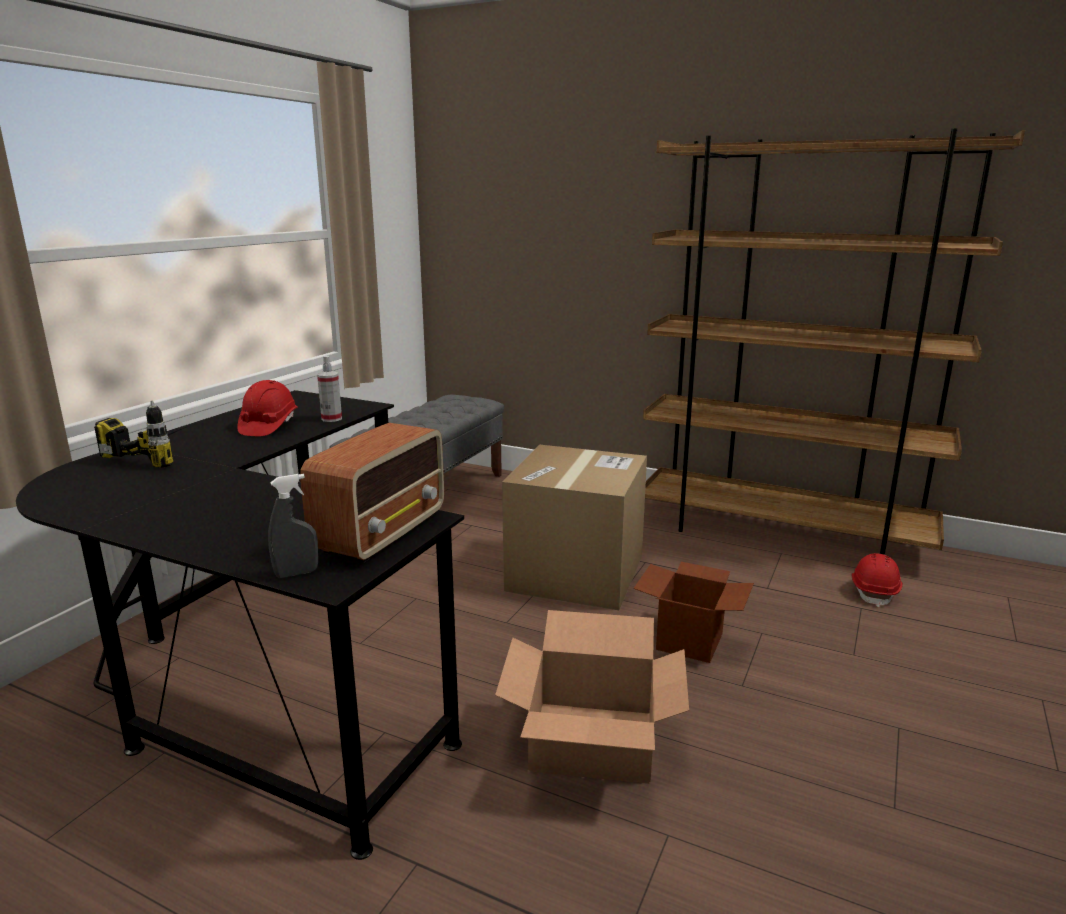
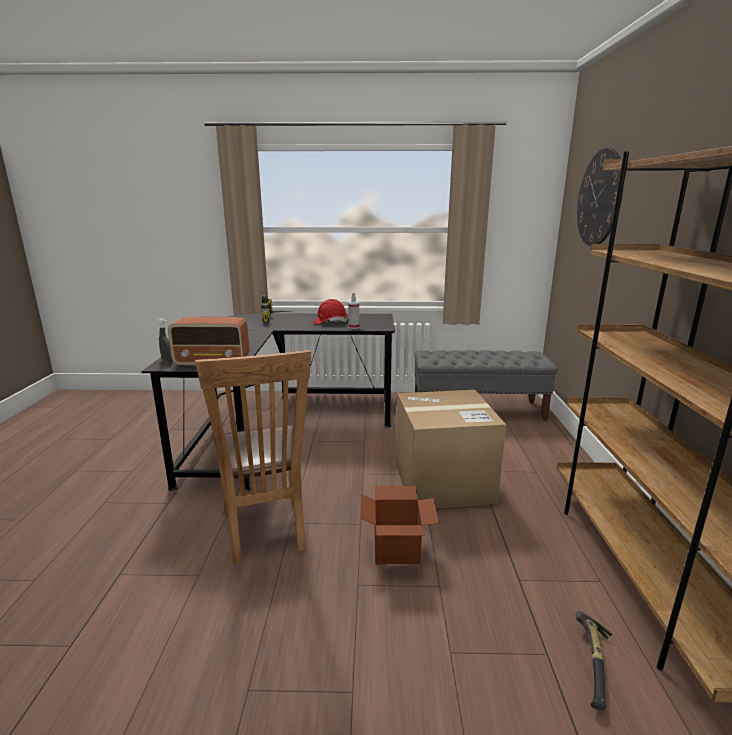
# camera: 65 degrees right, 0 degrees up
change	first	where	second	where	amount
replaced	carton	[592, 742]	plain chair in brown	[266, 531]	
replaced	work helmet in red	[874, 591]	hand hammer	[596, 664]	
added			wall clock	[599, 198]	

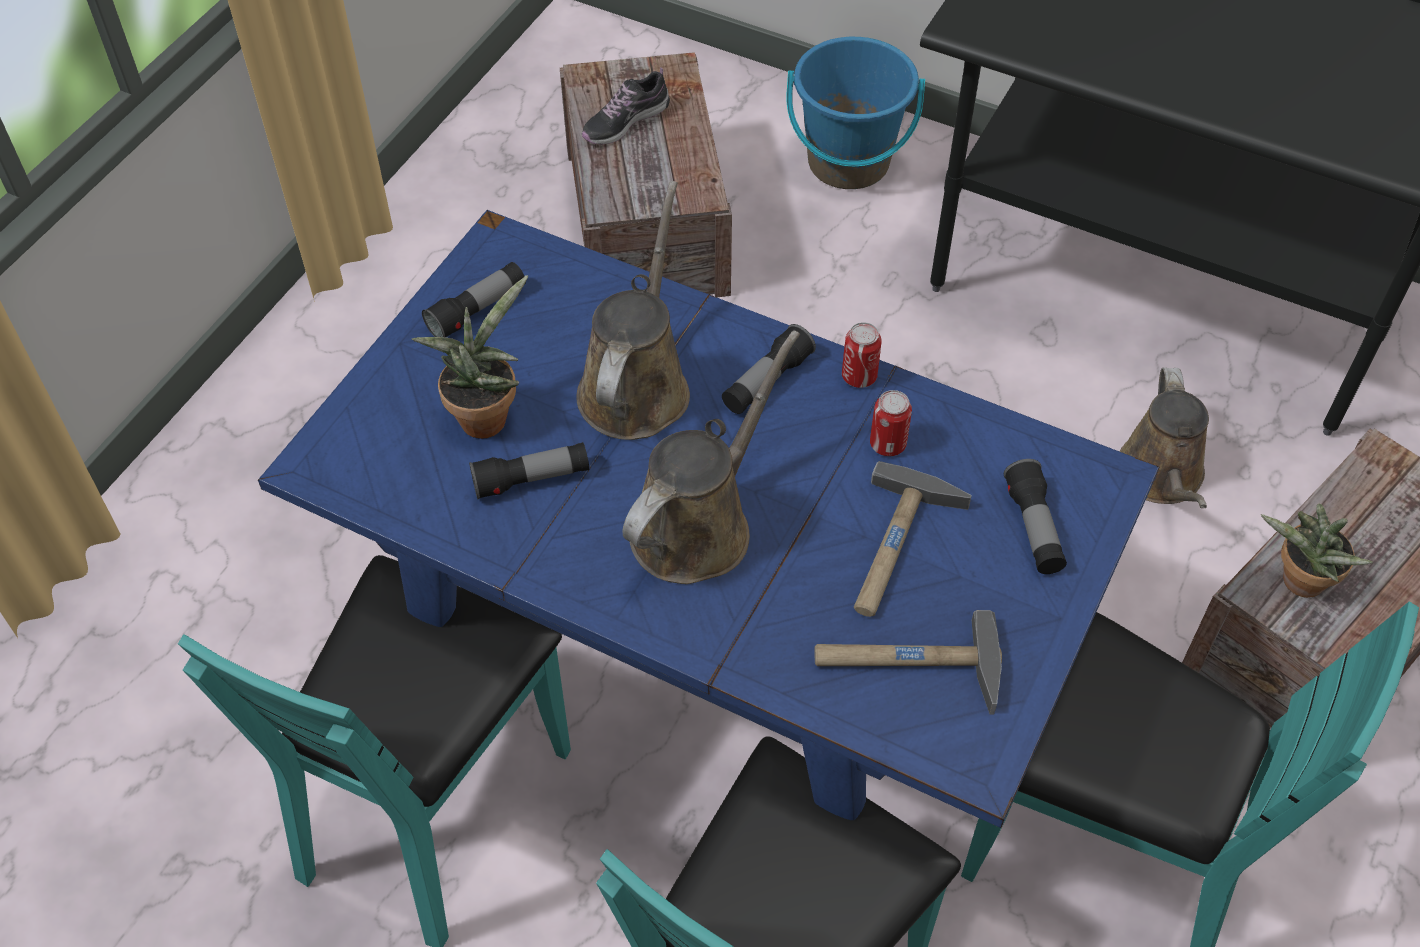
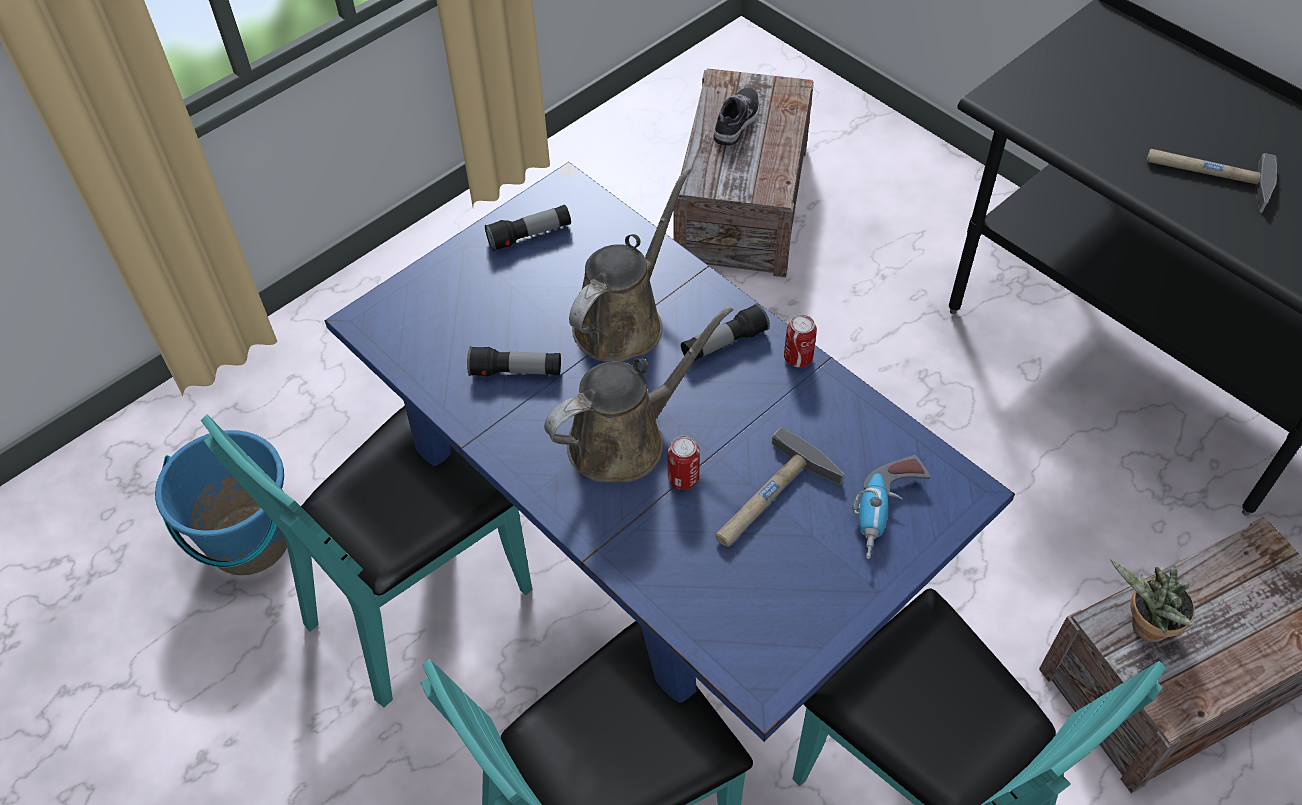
# camera: 20 degrees right, 0 degrees up
change	first	where	second	where	amount
removed	plant in a pot	[485, 414]			
turned	item of footwear	[625, 122]		[737, 122]	135 degrees clockwise
moved	water bucket in blue	[848, 163]		[249, 541]	
moved	hand hammer	[907, 666]		[1208, 176]	
moved	metal can	[888, 444]		[683, 478]	
replaced	flashlight	[1033, 528]	drill	[887, 514]	
removed	watering can in brown	[1161, 477]			

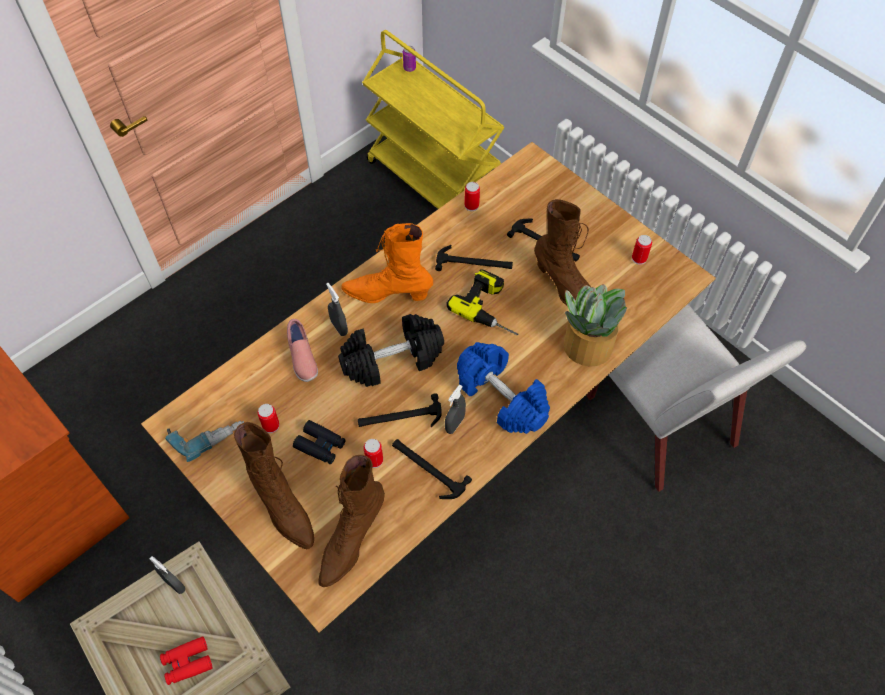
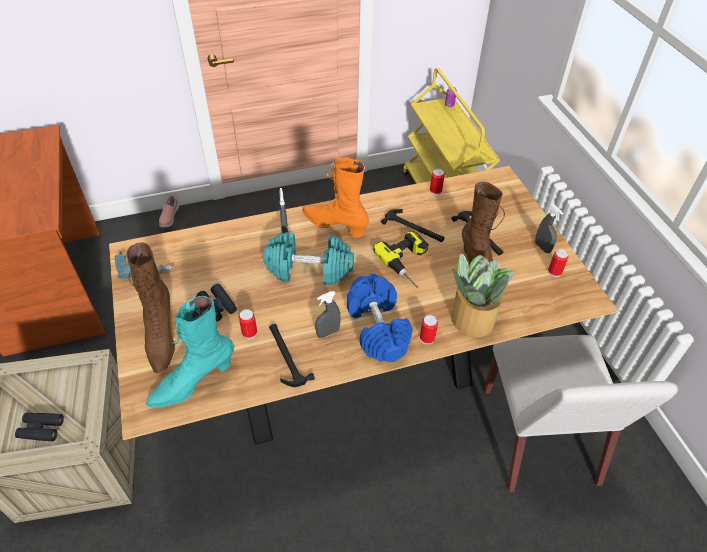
# camera: 25 degrees right, 10 degrees down
change	first	where	second	where	amount
moved	spray bottle in gray	[175, 584]		[542, 247]	
recoloured	binoculars in red	[187, 662]	binoculars in blackish	[41, 429]	
moved	metal can	[271, 426]		[427, 338]	
moved	item of footwear in pink	[302, 358]		[169, 218]	
recoloured	boot in brown	[351, 540]	boot in blue-green	[193, 382]	
recoloured	dumbbell in blackish	[392, 359]	dumbbell in blue-green	[309, 269]	
removed	hand hammer	[400, 417]			

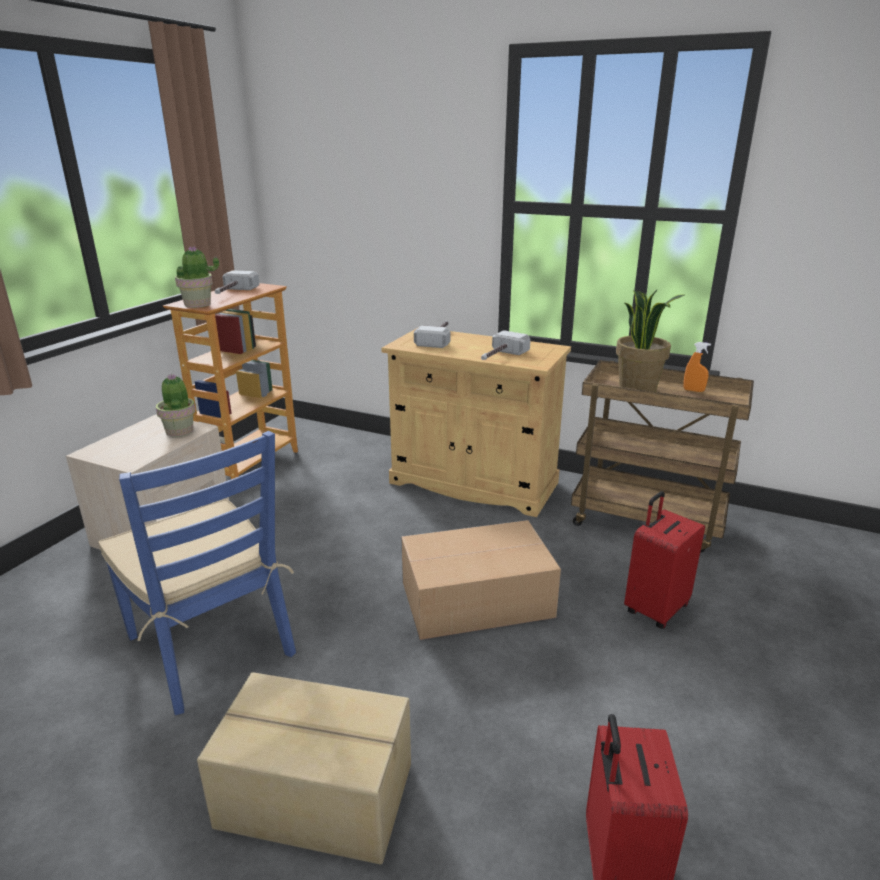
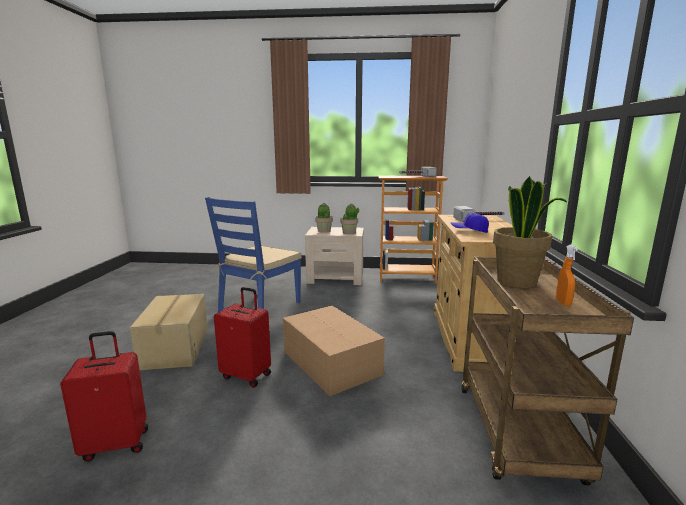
# camera: 70 degrees right, 10 degrees down
change	first	where	second	where	amount
moved	plant in a pot	[198, 304]		[324, 231]	
replaced	hand hammer	[499, 357]	peaked cap in blue	[469, 231]	
moved	suitcase in red	[655, 609]		[247, 375]	

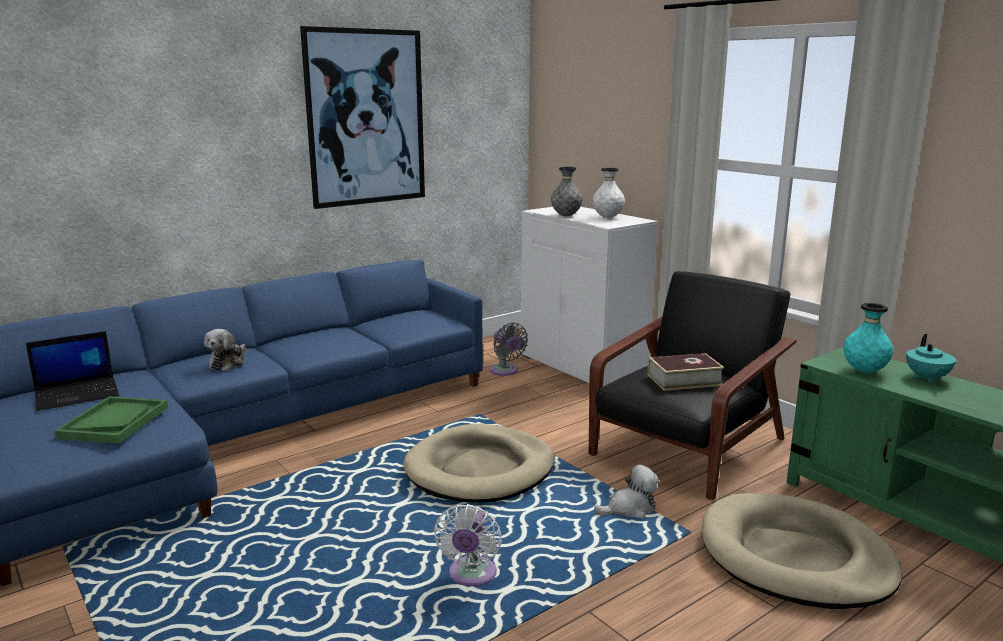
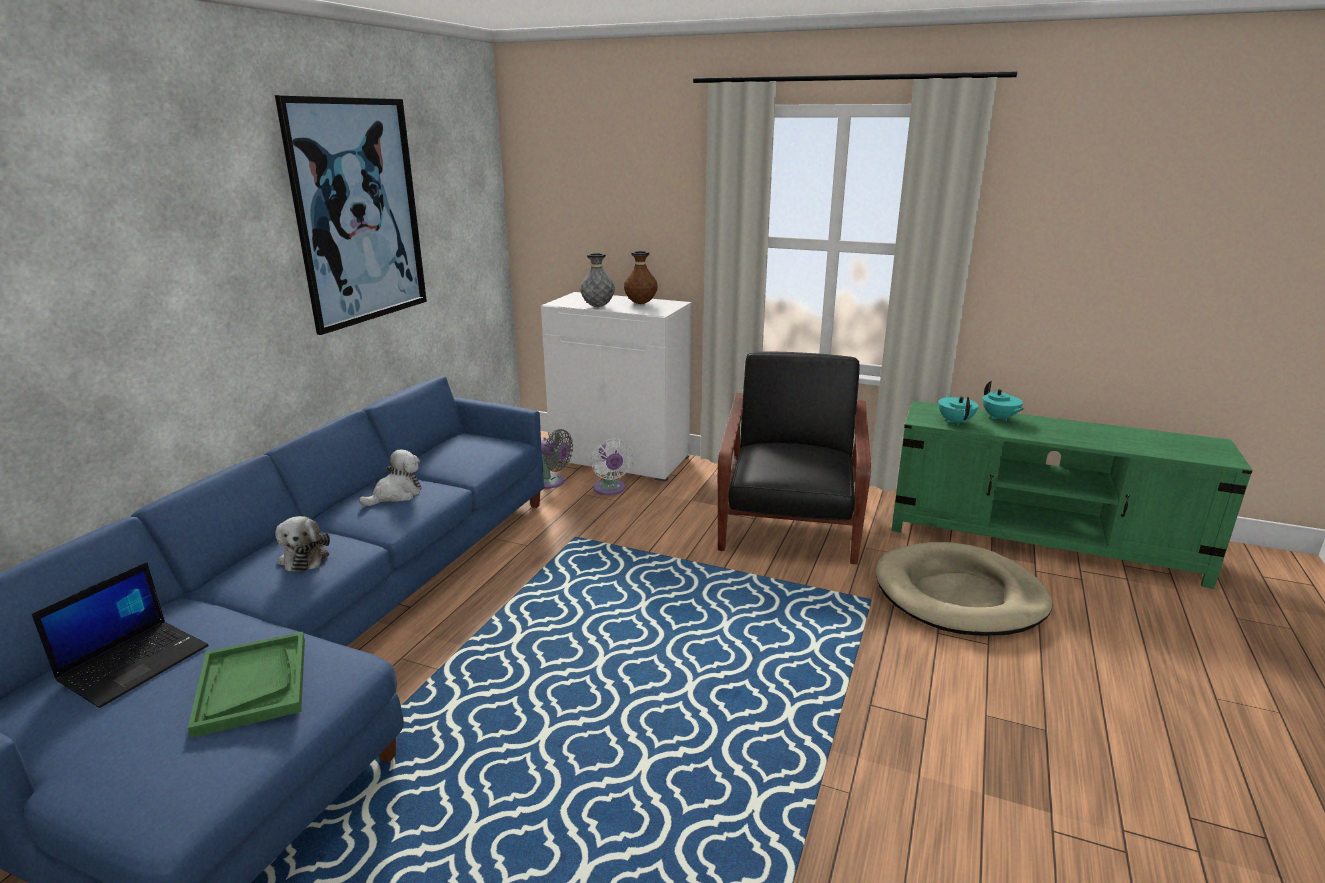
# camera: 30 degrees left, 5 degrees up
change	first	where	second	where	amount
removed	dog cushion in beige-coloured	[480, 469]			
moved	fan in whitish	[471, 576]		[610, 489]	
recoloured	flower vase in whitish	[607, 217]	flower vase in brown	[640, 303]	
moved	plush toy	[629, 509]		[396, 495]	
removed	book	[684, 380]			
replaced	flower vase in blue-green	[864, 371]	pot for tea in blue-green	[955, 421]	

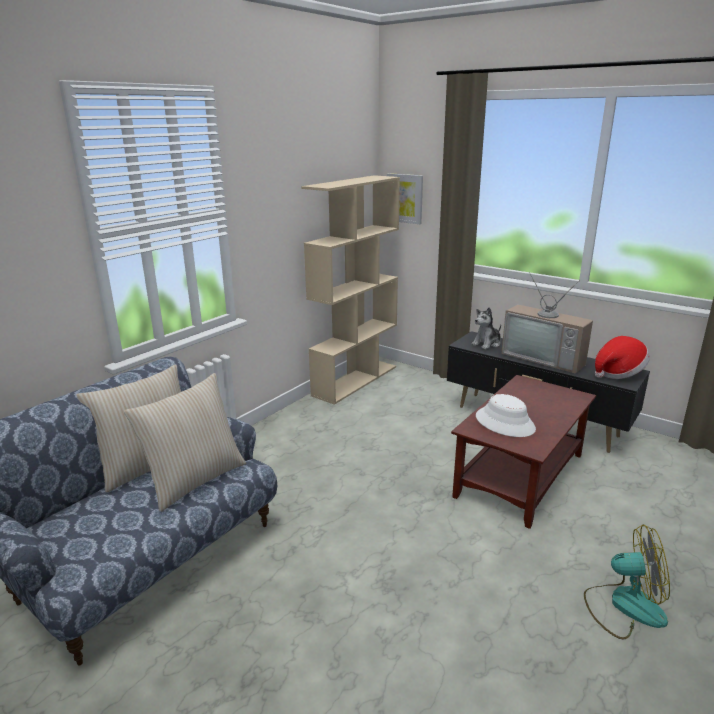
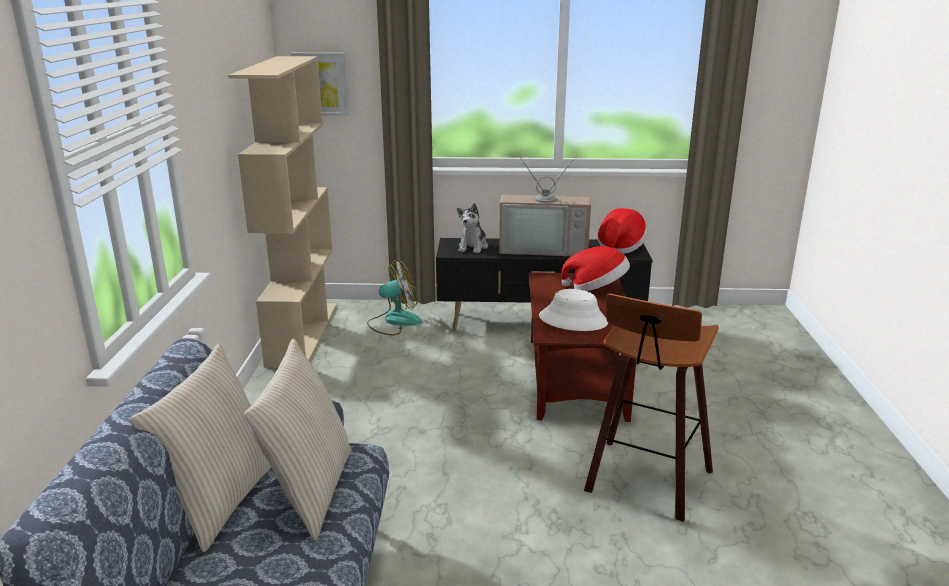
# camera: 35 degrees left, 0 degrees up
change	first	where	second	where	amount
moved	fan	[624, 606]		[394, 321]	
added			hat	[596, 288]	
added			sitting stool	[645, 482]	

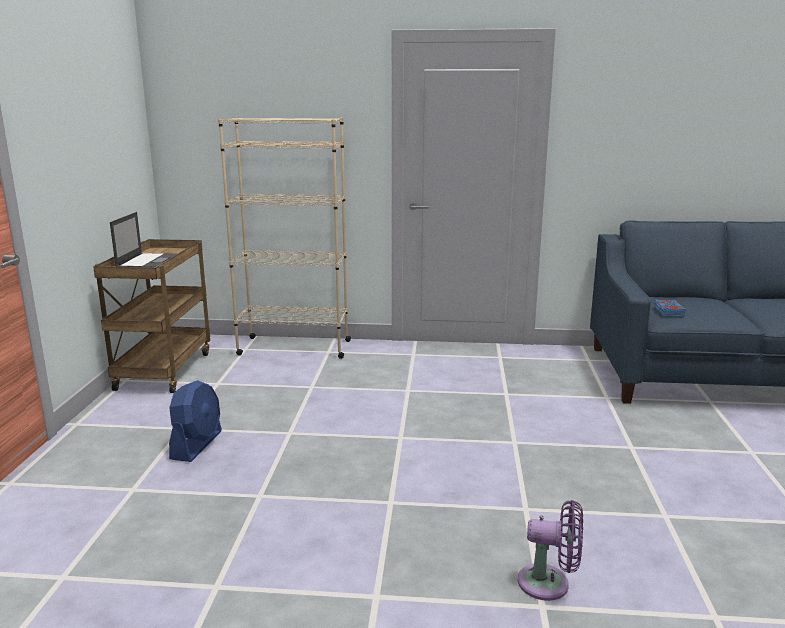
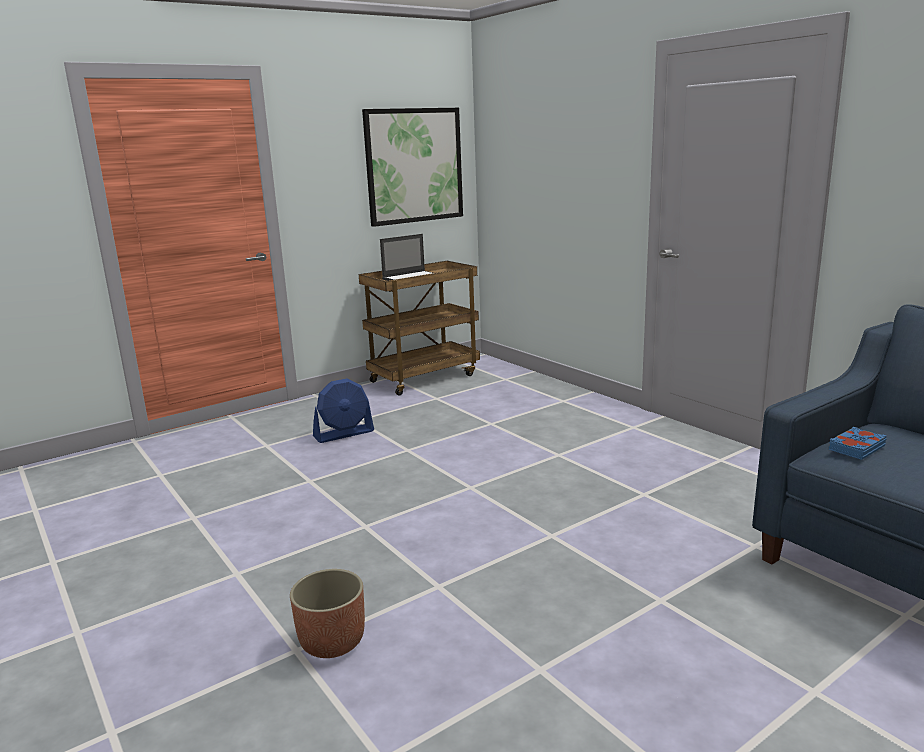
# camera: 50 degrees right, 0 degrees up
change	first	where	second	where	amount
removed	bookshelf in beige-coloured	[294, 347]			
replaced	fan in purple-coloured	[549, 584]	flower pot	[332, 641]	
added			picture	[414, 166]	

